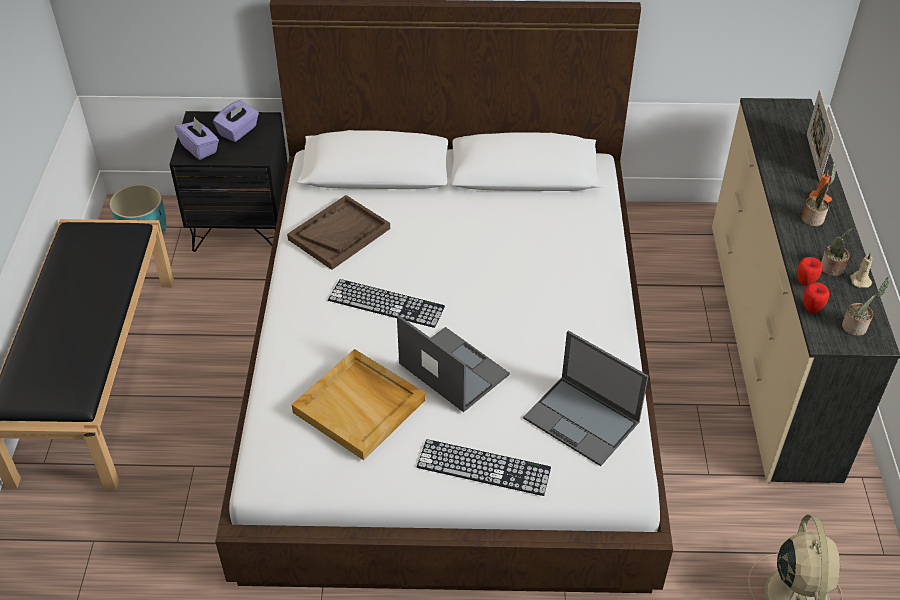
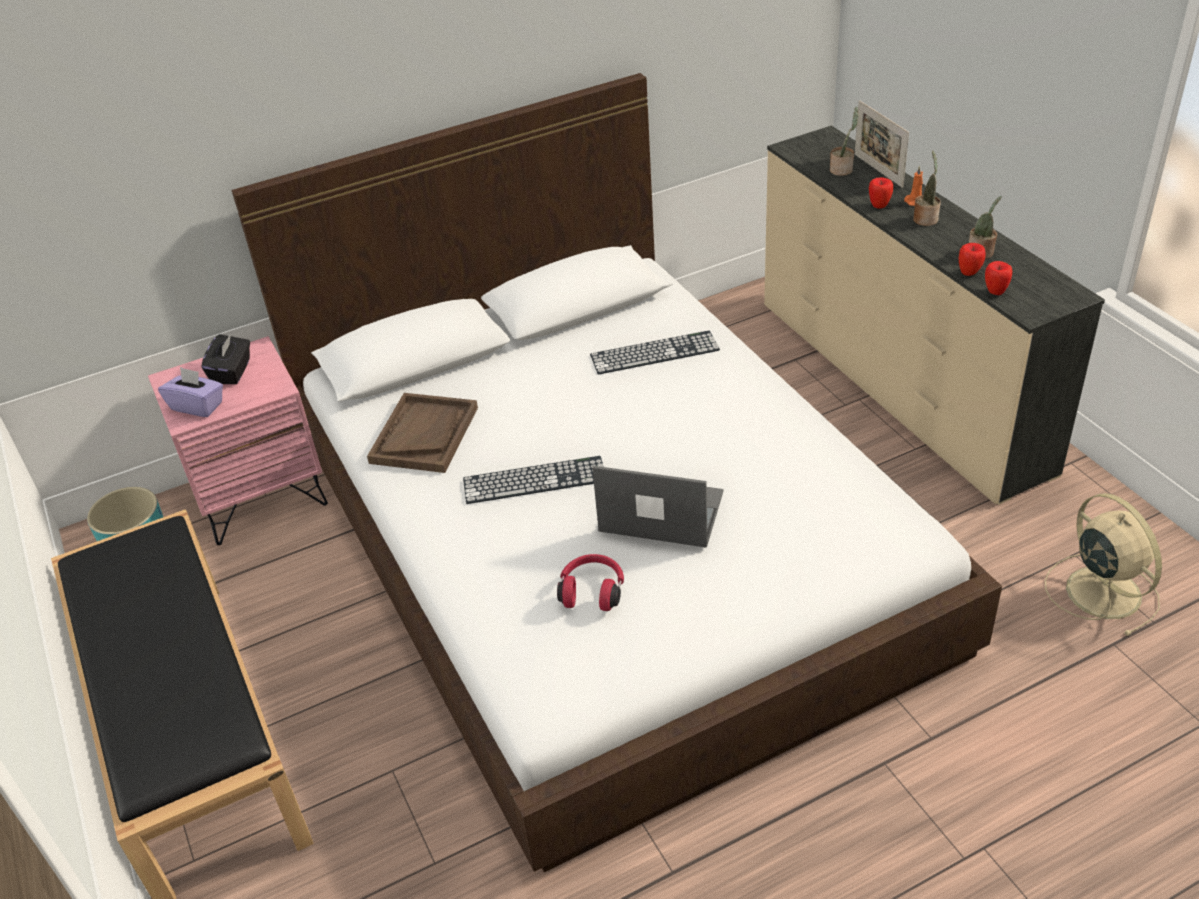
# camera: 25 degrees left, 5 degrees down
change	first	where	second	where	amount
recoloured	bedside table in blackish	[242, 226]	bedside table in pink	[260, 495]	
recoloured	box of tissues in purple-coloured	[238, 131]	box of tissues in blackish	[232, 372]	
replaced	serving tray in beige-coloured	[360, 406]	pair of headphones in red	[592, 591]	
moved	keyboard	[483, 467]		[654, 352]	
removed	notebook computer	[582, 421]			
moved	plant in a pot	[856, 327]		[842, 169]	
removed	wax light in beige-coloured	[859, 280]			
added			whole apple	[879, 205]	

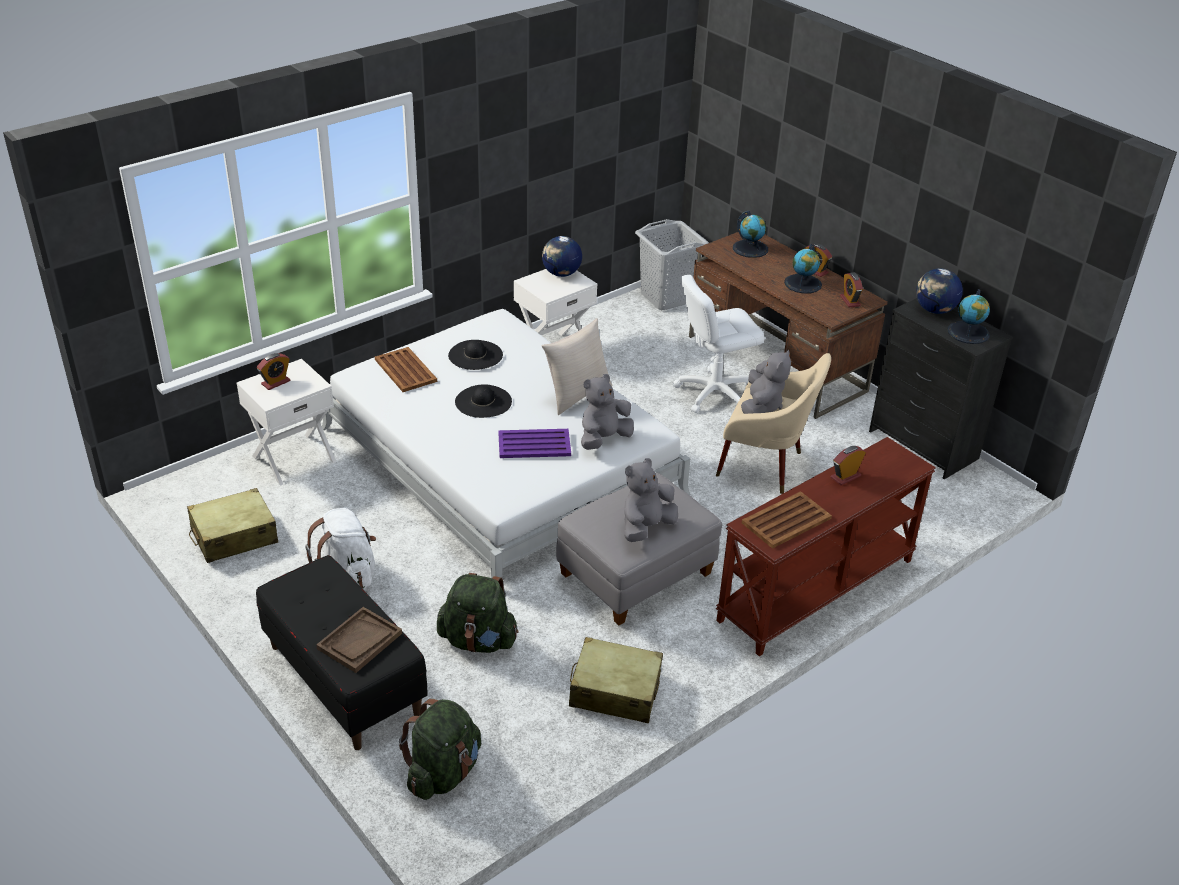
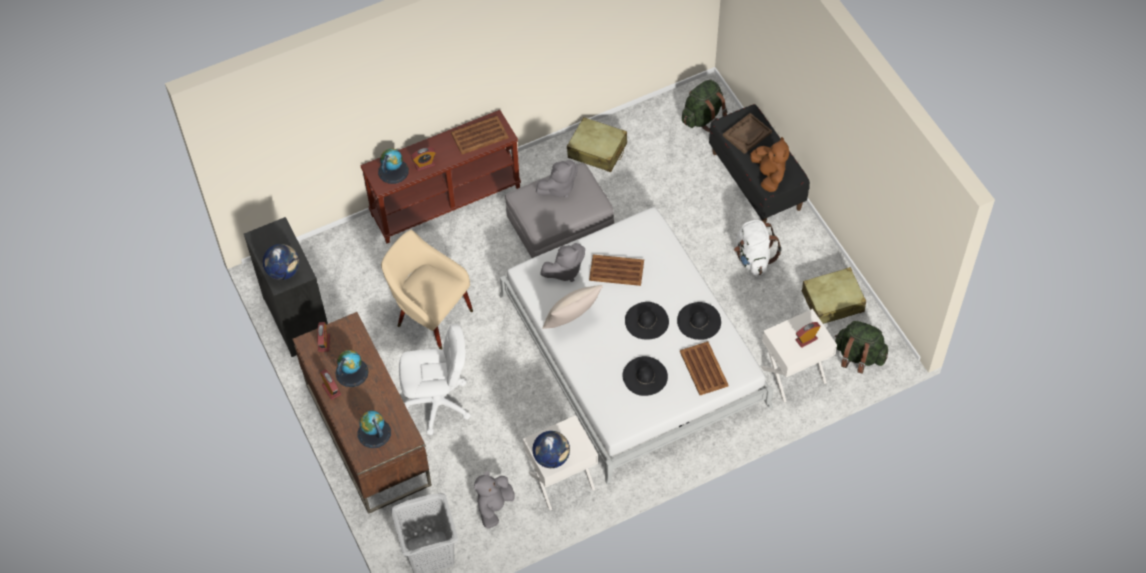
# camera: 165 degrees left, 20 degrees up
change	first	where	second	where	amount
moved	rucksack in green-coloured	[478, 640]		[858, 356]	
recoloured	serving tray in purple-coloured	[533, 444]	serving tray in brown	[617, 271]	
moved	plush toy in gray	[761, 405]		[494, 507]	
moved	world globe	[968, 332]		[393, 171]	
added			hat in blackish	[699, 321]	
added			plush toy in brown	[769, 175]	

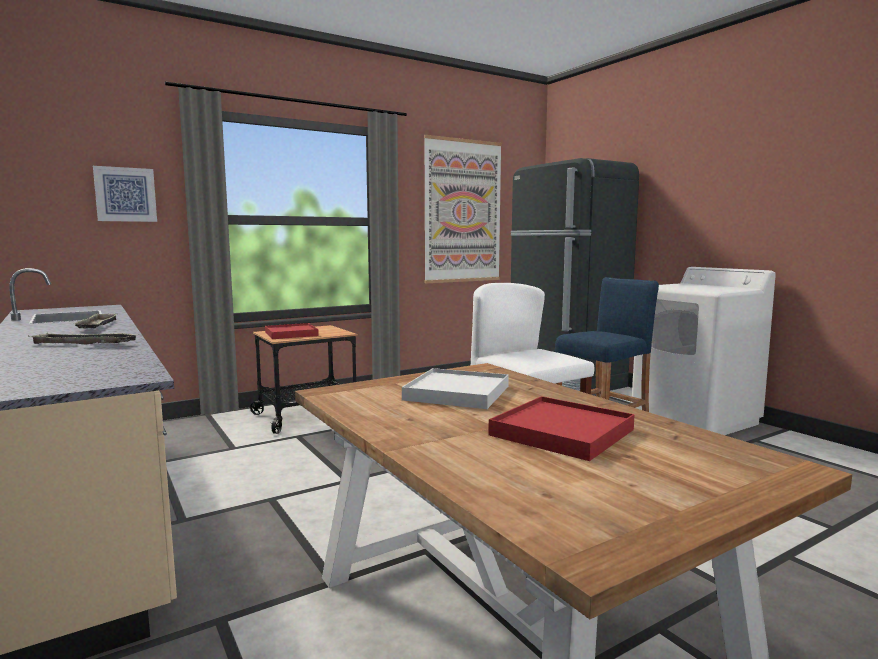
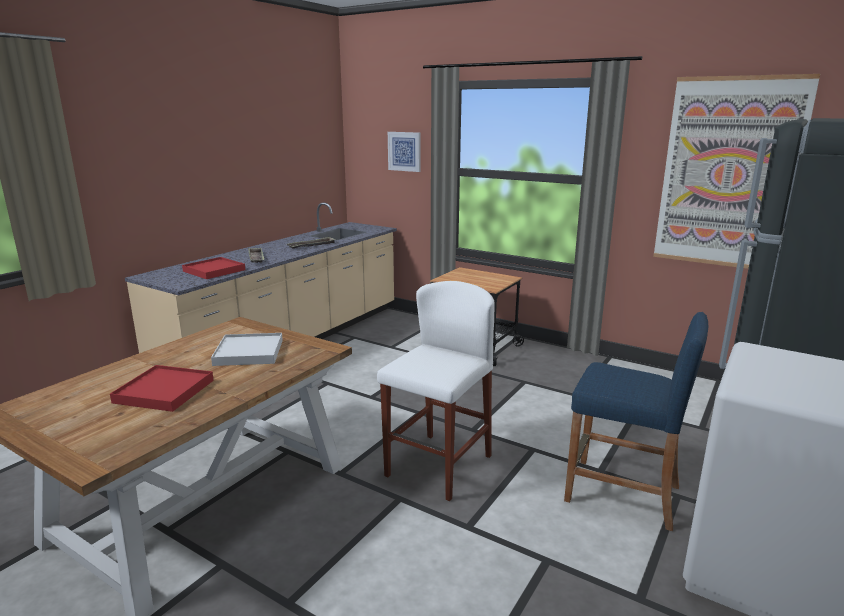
# camera: 65 degrees right, 10 degrees up
change	first	where	second	where	amount
moved	serving tray in red	[291, 334]		[214, 270]	

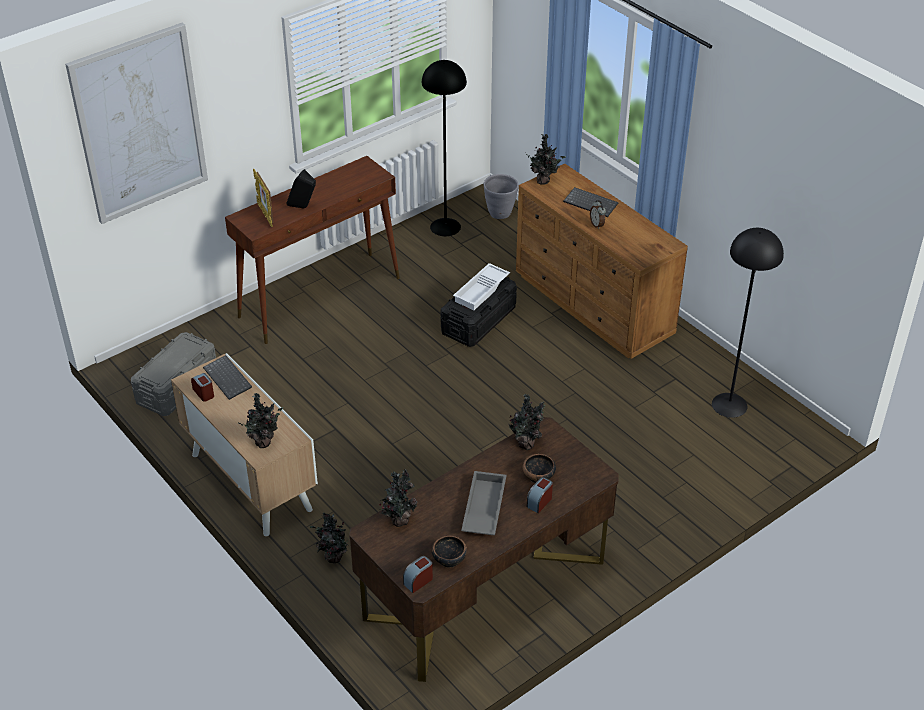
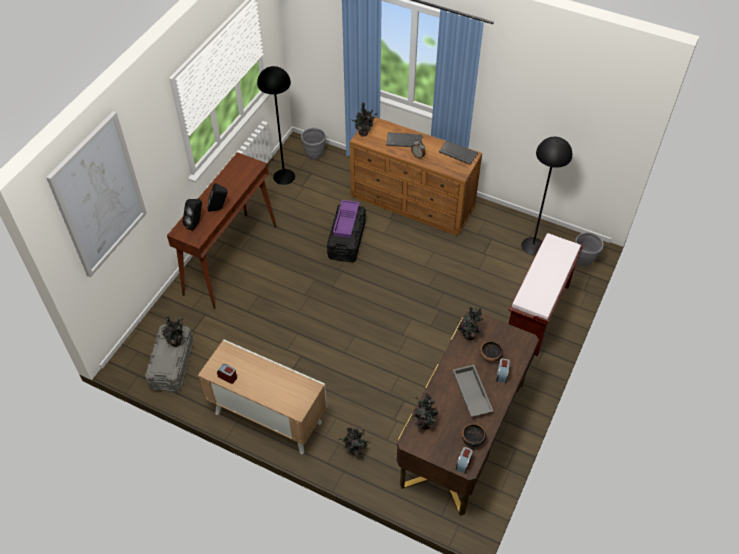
# camera: 25 degrees left, 10 degrees up
change	first	where	second	where	amount
moved	keyboard	[229, 378]		[459, 153]	
moved	plant in a pot	[264, 441]		[176, 341]	
replaced	photo frame	[265, 215]	audio speaker in blackish	[196, 224]	
recoloured	serving tray in whitish	[482, 291]	serving tray in purple-coloured	[347, 221]	
added			long seat in brown	[537, 314]	
added			flower pot in gray	[584, 261]	

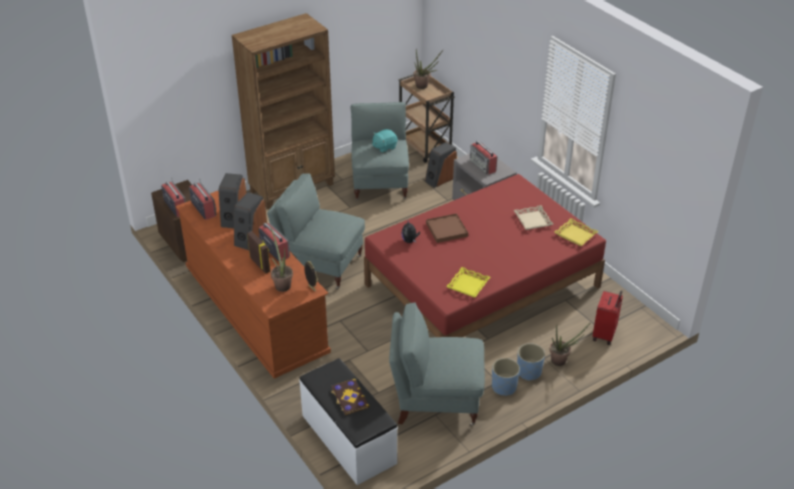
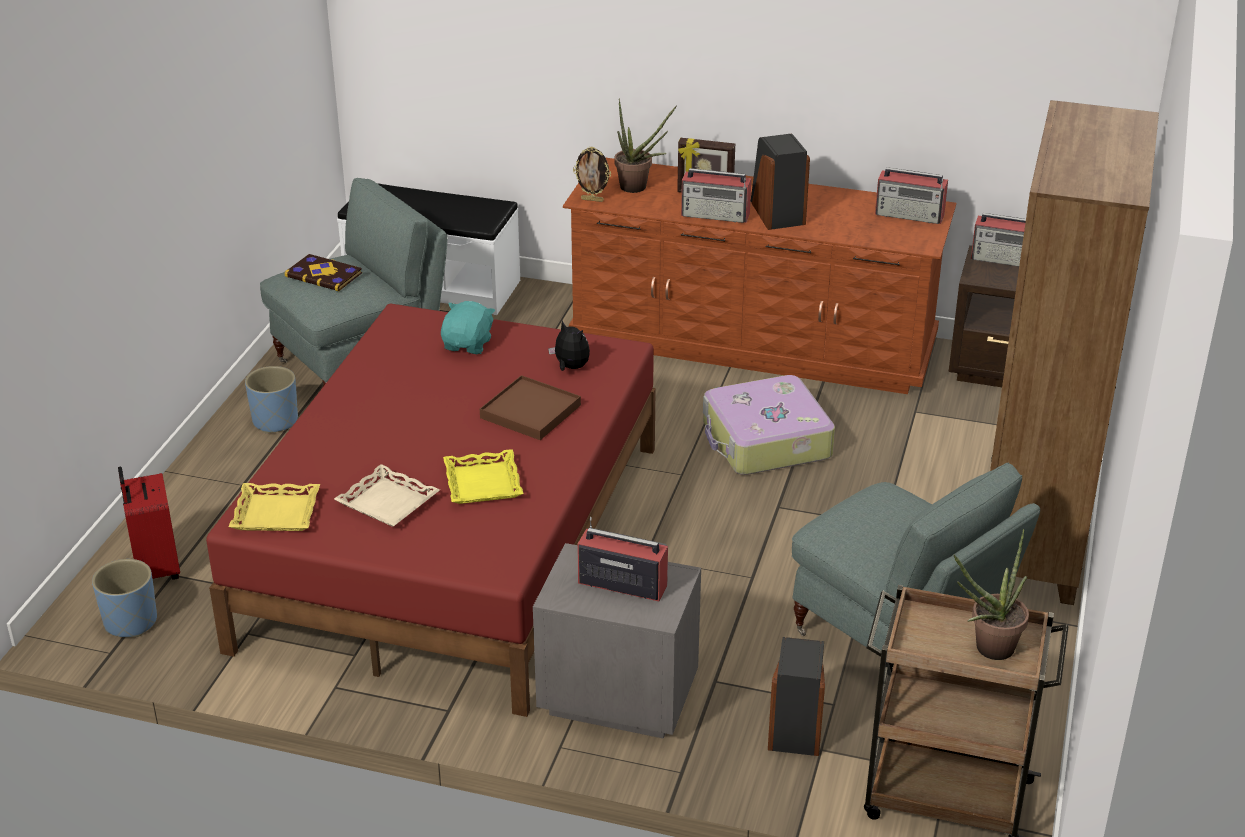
# camera: 140 degrees right, 5 degrees down
change	first	where	second	where	amount
removed	audio speaker	[233, 217]			
replaced	easy chair in gray	[320, 265]	suitcase	[765, 441]	
moved	book	[349, 398]		[324, 274]	
moved	plush toy in blue-green	[384, 147]		[468, 344]	
moved	serving tray in yellowish	[468, 285]		[482, 483]	
moved	flower pot in blue	[529, 372]		[130, 621]	
removed	plant in a pot	[562, 361]			

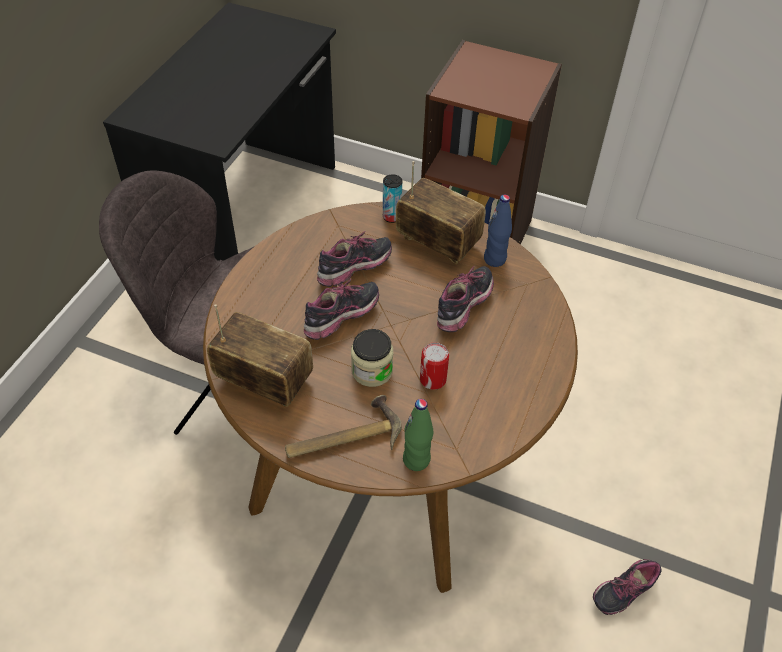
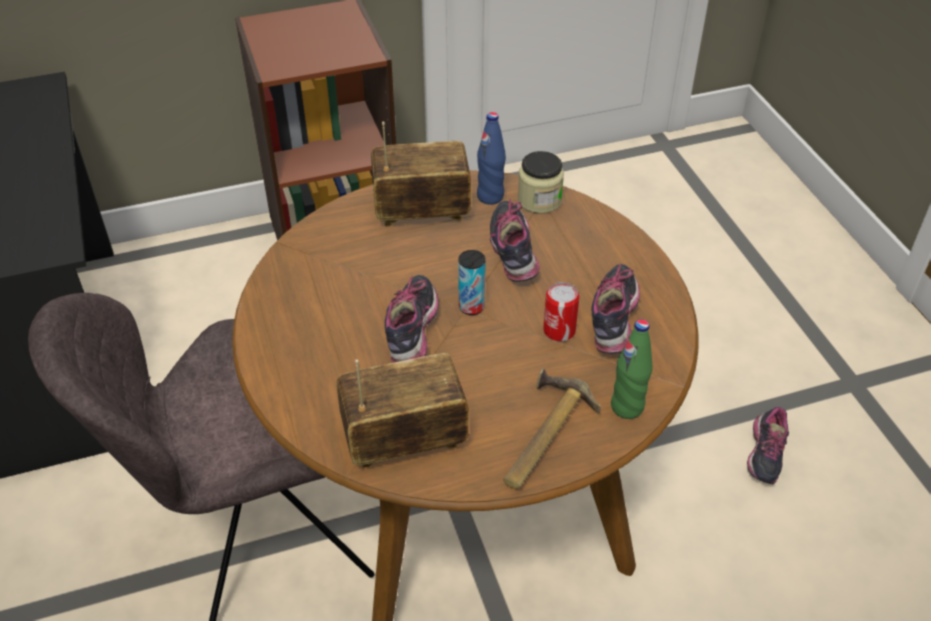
# camera: 40 degrees left, 5 degrees down
change	first	where	second	where	amount
moved	item of footwear	[355, 271]		[614, 321]	
moved	jar	[372, 371]		[539, 200]	
moved	metal can	[391, 217]		[471, 307]	

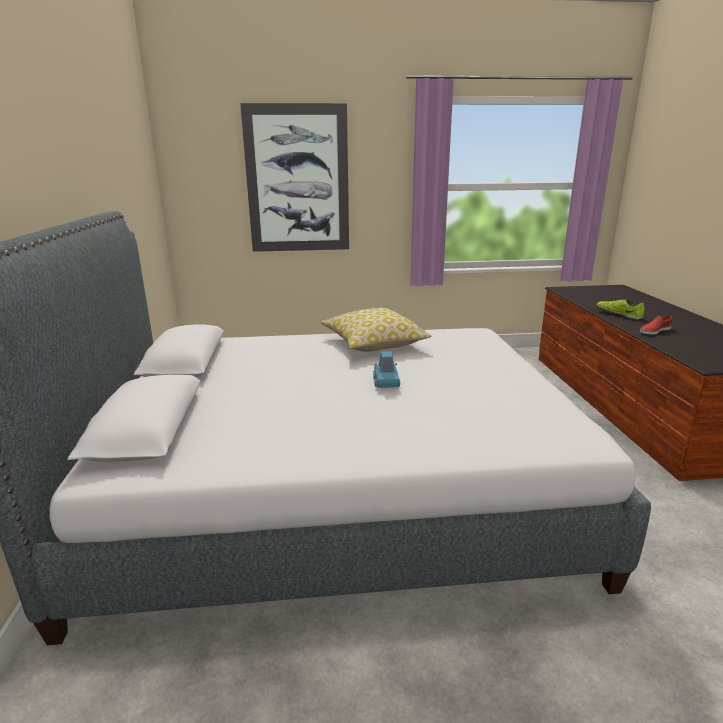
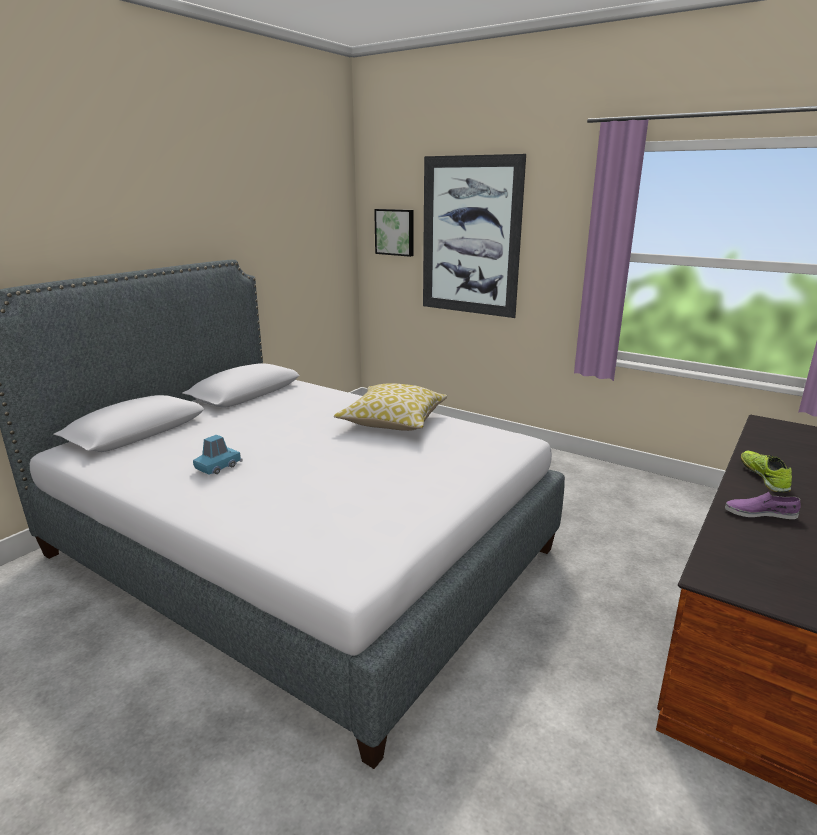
# camera: 40 degrees right, 0 degrees up
change	first	where	second	where	amount
moved	miniature car in blue	[386, 382]		[218, 466]	
recoloured	item of footwear in red	[654, 330]	item of footwear in purple-coloured	[760, 513]	
added			picture	[395, 232]	

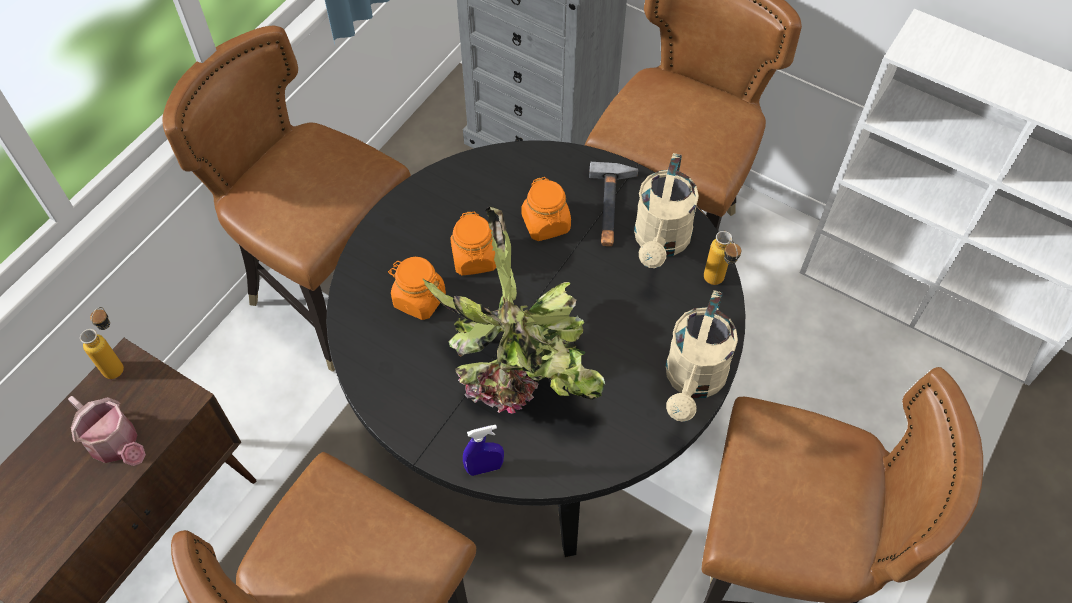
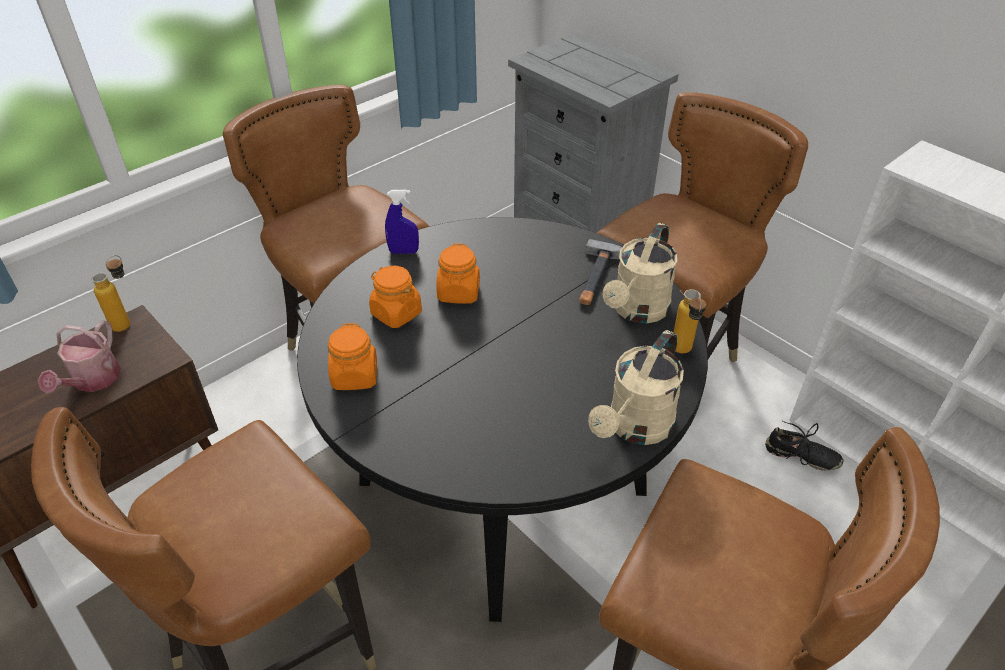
# camera: 15 degrees right, 15 degrees down
change	first	where	second	where	amount
turned	watering can	[118, 445]		[92, 381]	45 degrees clockwise
removed	plant in a pot	[522, 370]			
moved	spray bottle in blue	[484, 468]		[403, 252]	
moved	jar in orange	[546, 224]		[355, 376]	
added			item of footwear in blackish	[801, 456]	

